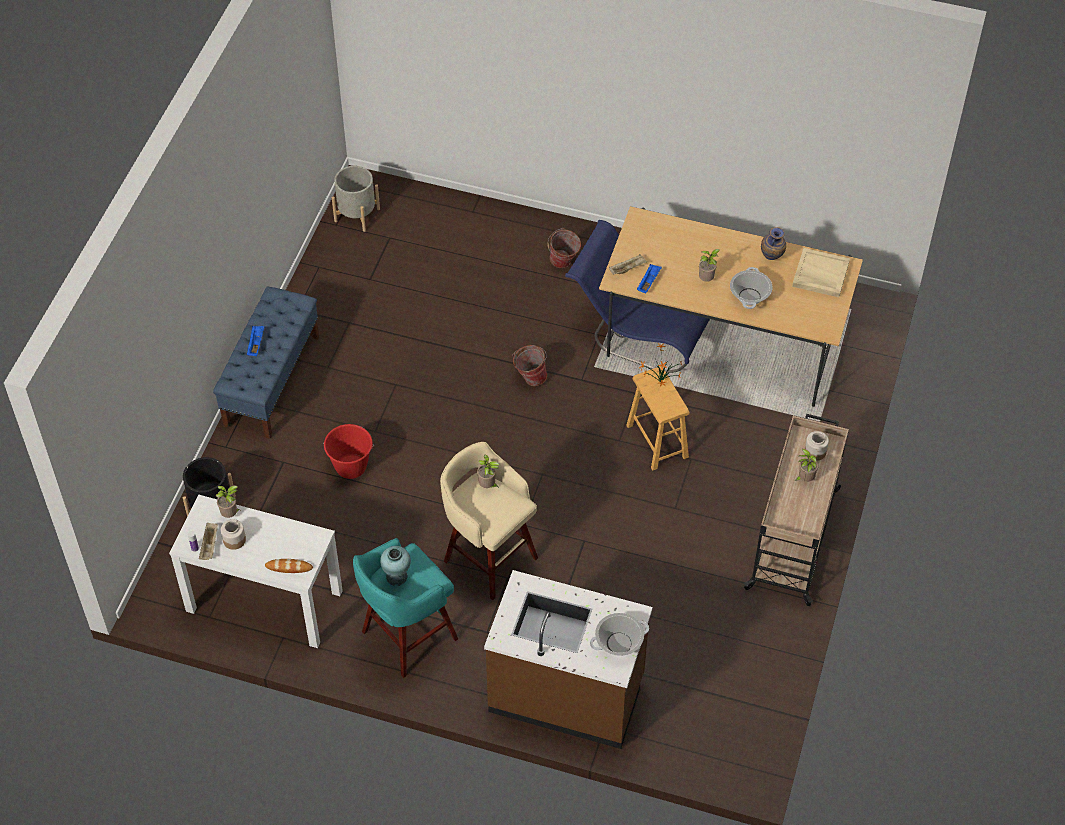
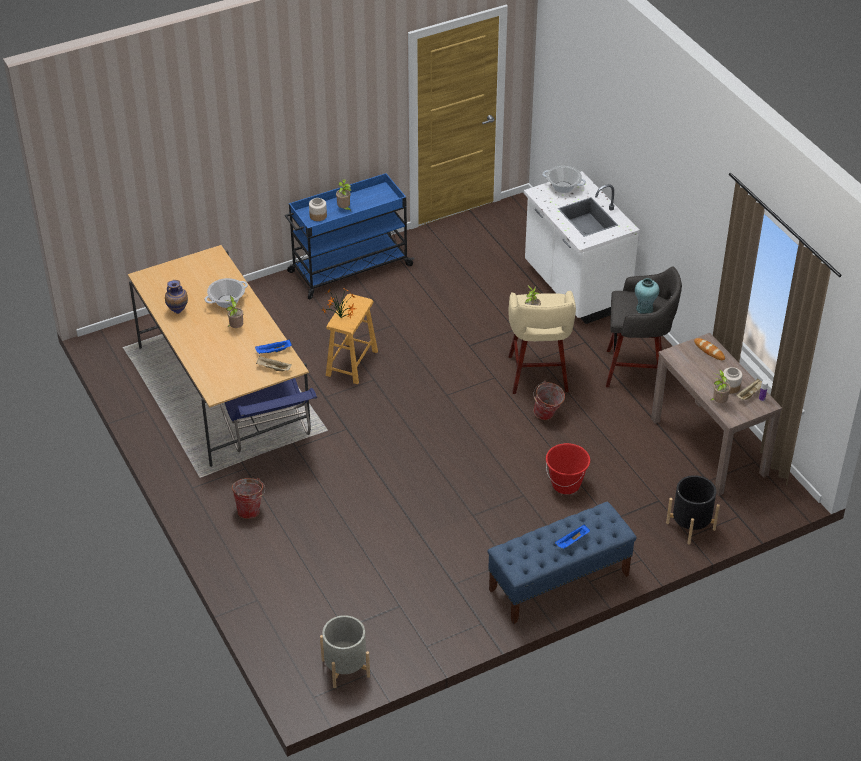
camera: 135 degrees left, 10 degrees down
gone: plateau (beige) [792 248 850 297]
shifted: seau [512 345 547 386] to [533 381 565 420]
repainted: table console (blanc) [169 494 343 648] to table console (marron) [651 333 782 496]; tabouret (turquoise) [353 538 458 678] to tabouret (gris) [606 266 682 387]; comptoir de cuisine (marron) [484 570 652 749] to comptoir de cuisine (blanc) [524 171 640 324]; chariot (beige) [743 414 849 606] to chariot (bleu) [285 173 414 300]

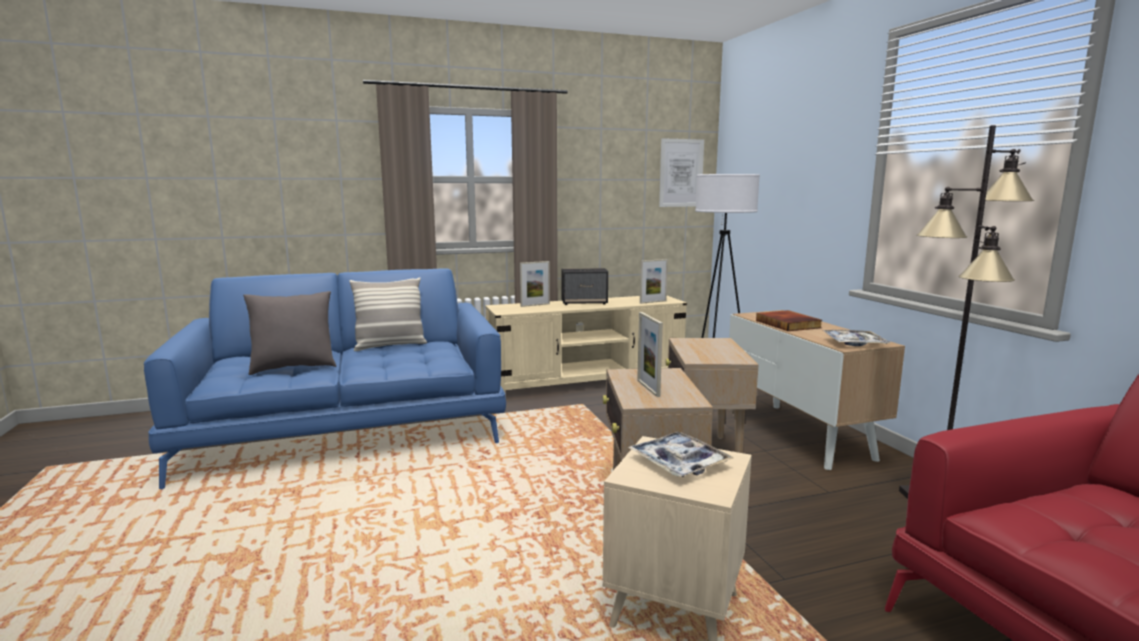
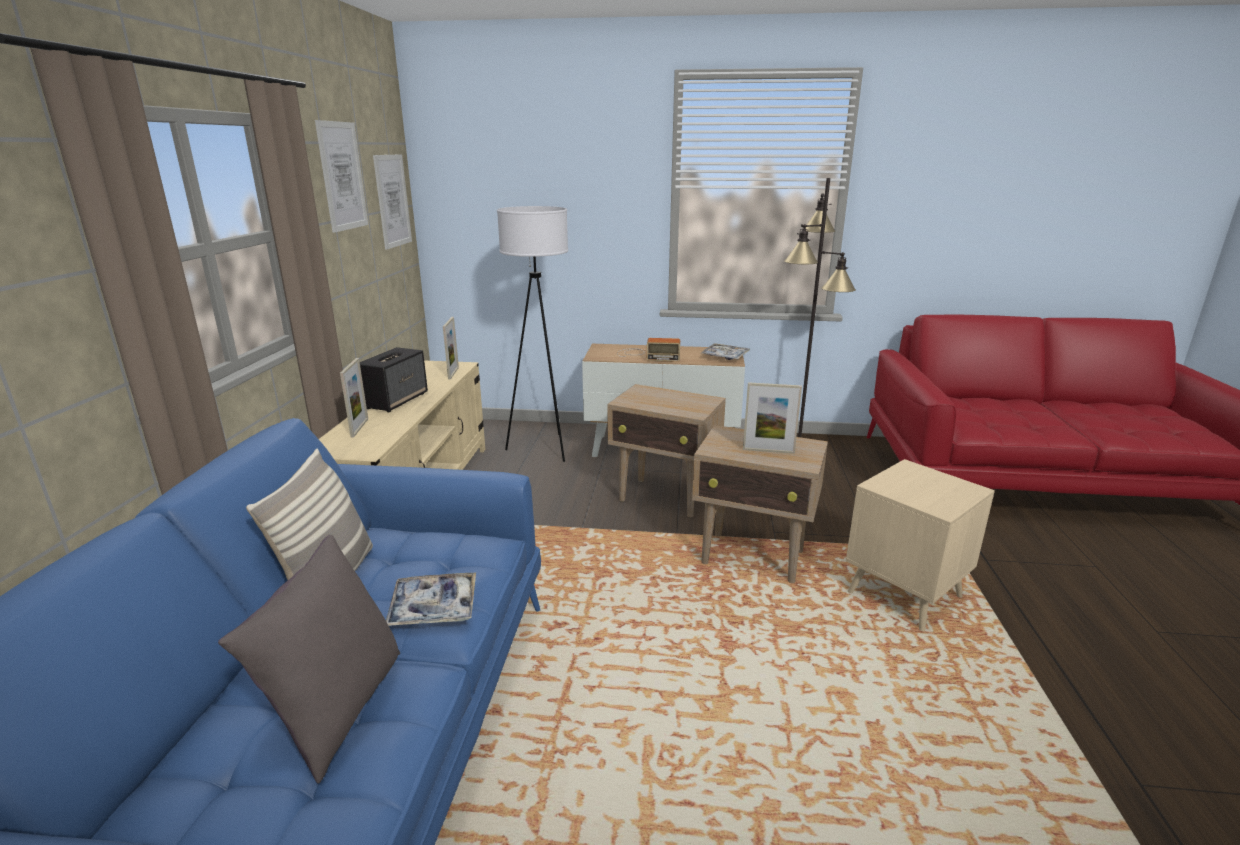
camera: 65 degrees left, 10 degrees up
new: tableau [315 120 368 233]
shifted: plateau [628 432 734 477] to [386 573 476 626]
swapped: livre [756 310 822 331] to radio [617 338 680 362]

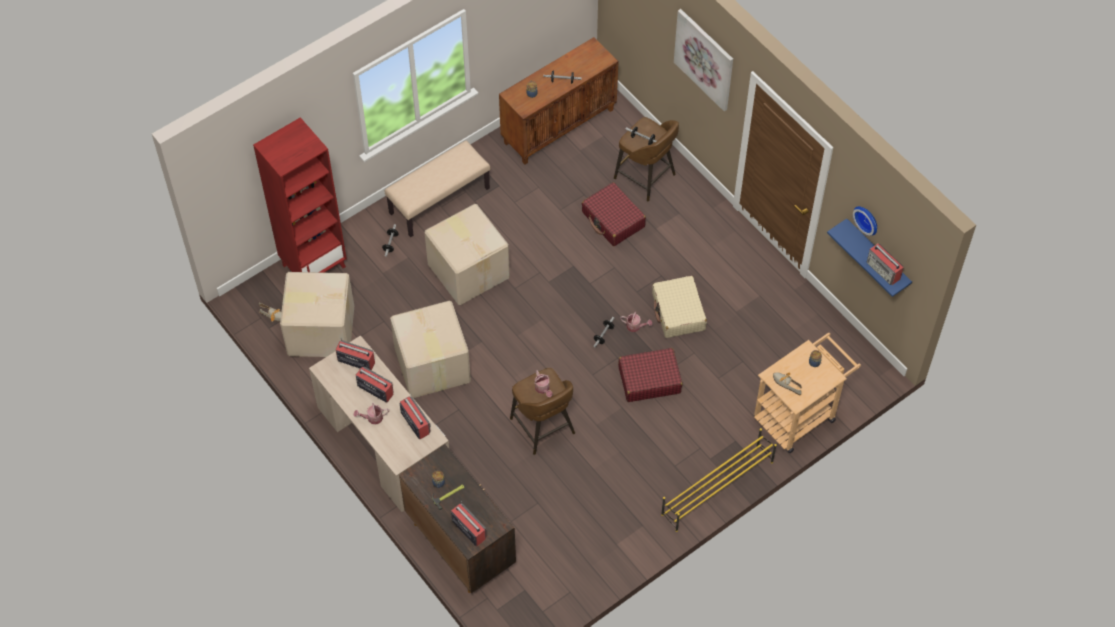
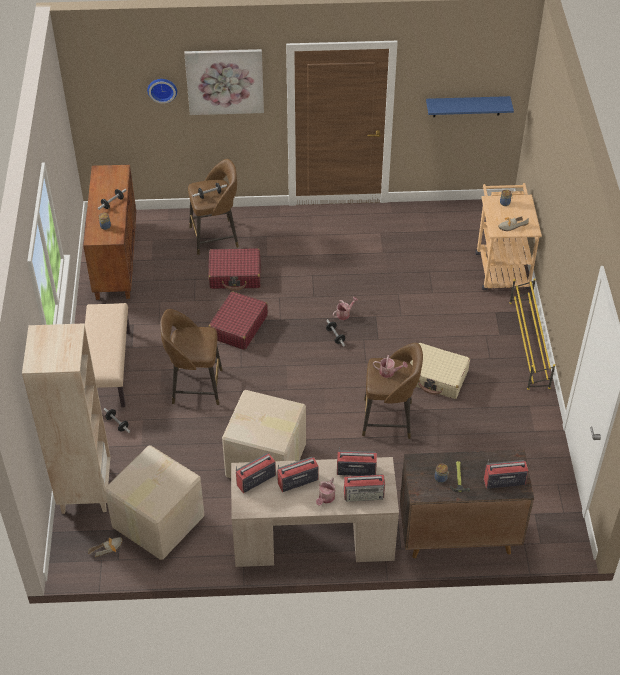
camera: 55 degrees left, 10 degrees down
shifted: valise (rouge) [618 348 682 402] to [208 291 268 350]; valise (beige) [652 276 707 338] to [410 343 470 399]; horloge murale [853 206 877 236] to [147 79 177 104]; radio [866 244 904 285] to [344 475 385 502]
swapped: carton [424 204 510 305] to tabouret (marron) [160 309 223 405]
repainted: bibliothèque (rouge) [253 117 347 273] to bibliothèque (beige) [22 324 110 514]

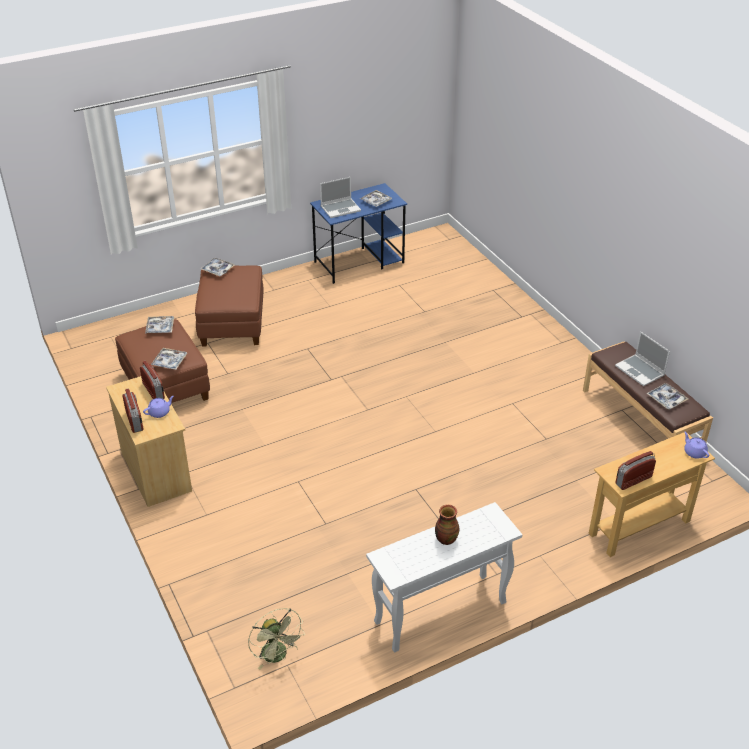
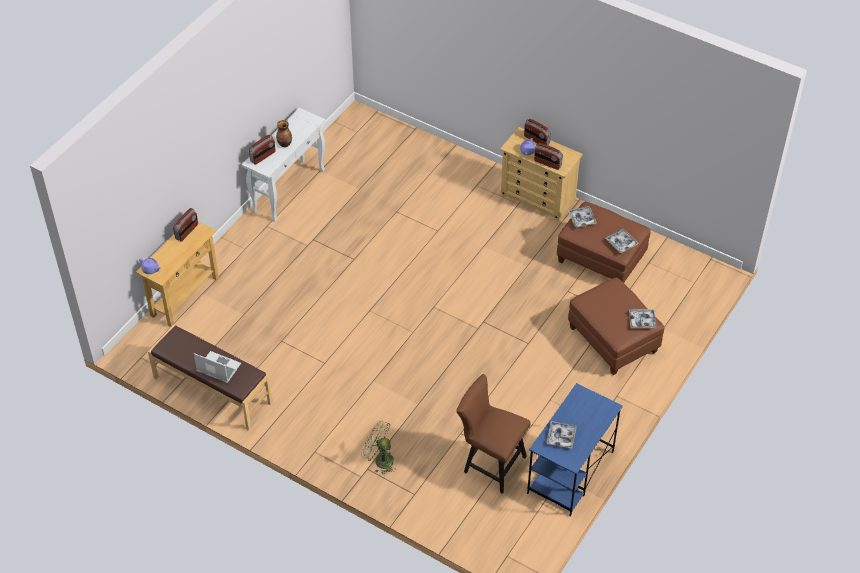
camera: 150 degrees right, 10 degrees up
gone: ordinateur portable [320 177 361 218]; plateau [646 383 688 410]
new: radio [249 135 276 165]; chaise (marron) [456 374 531 494]
shifted: ventilateur (vert) [248 608 305 670] to [361 421 396 475]

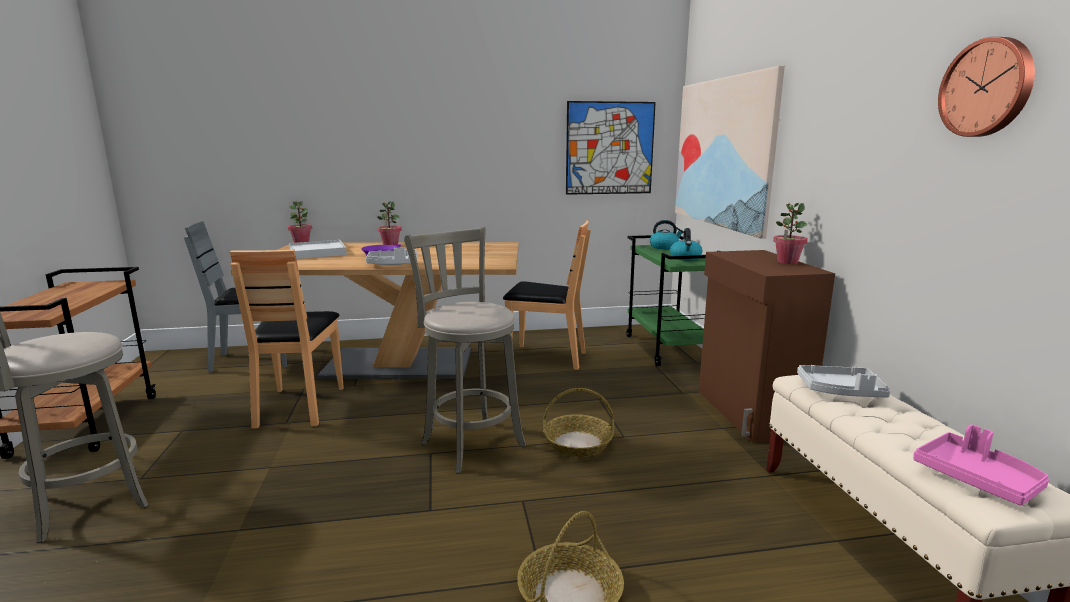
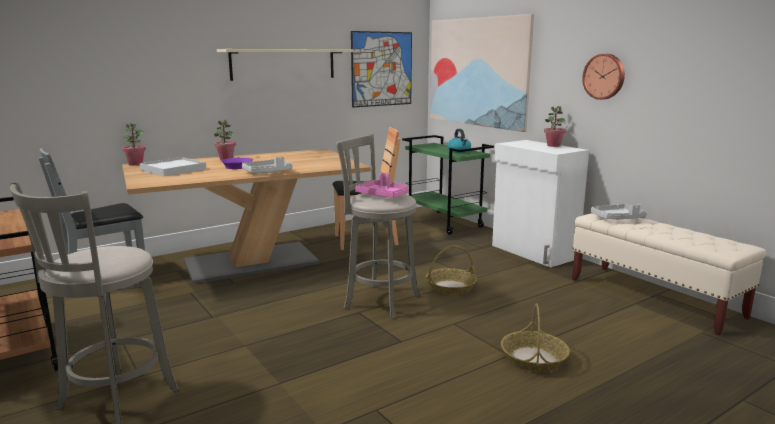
camera: 25 degrees left, 0 degrees up
gone: chaise (marron) [230 250 344 429]; bouilloire [650 220 684 249]
new: étagère (beige) [217 49 354 81]
shifted: plateau (rose) [913 425 1049 506] to [355 173 409 198]; horloge murale [938 37 1035 137] to [582 54 625 100]
repainted: meuble de rangement (marron) [699 250 835 442] to meuble de rangement (blanc) [492 140 589 268]

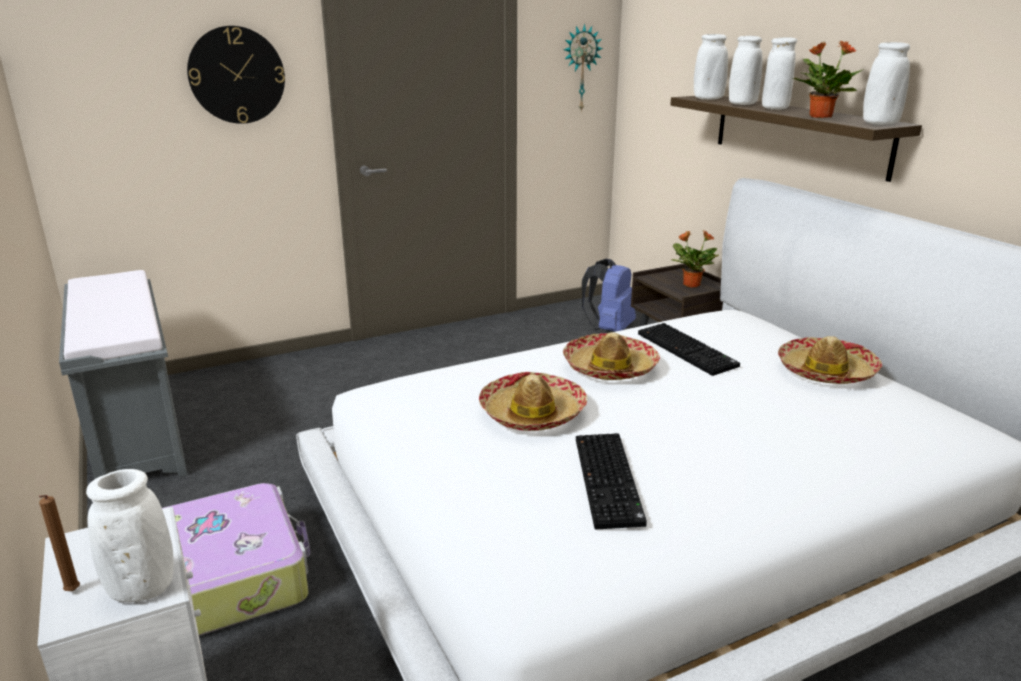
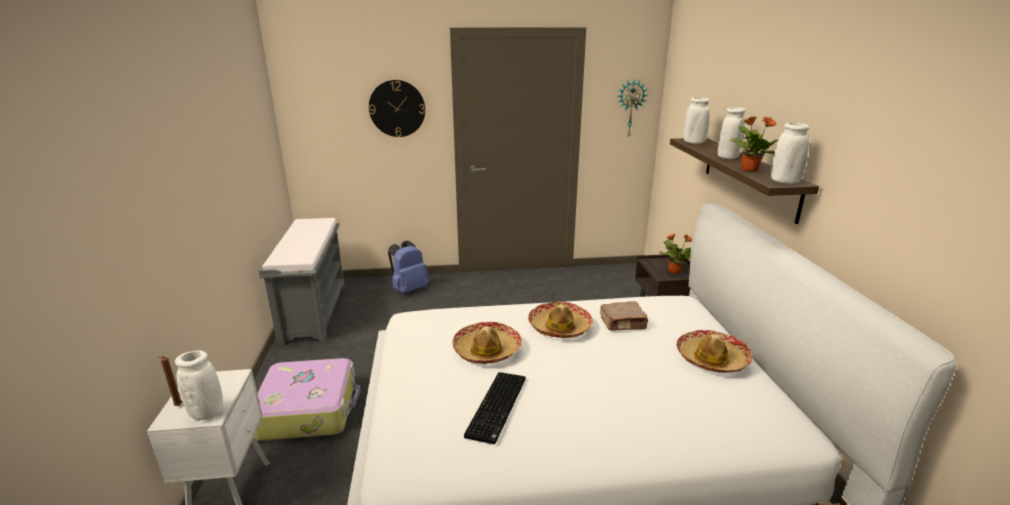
camera: 20 degrees right, 0 degrees up
gone: vase (blanc) [729 36 763 105]
shifted: sac à dos (bleu) [582 258 636 332] to [388 241 429 293]
swapped: clavier [638 323 740 376] to livre (marron) [600 301 649 330]

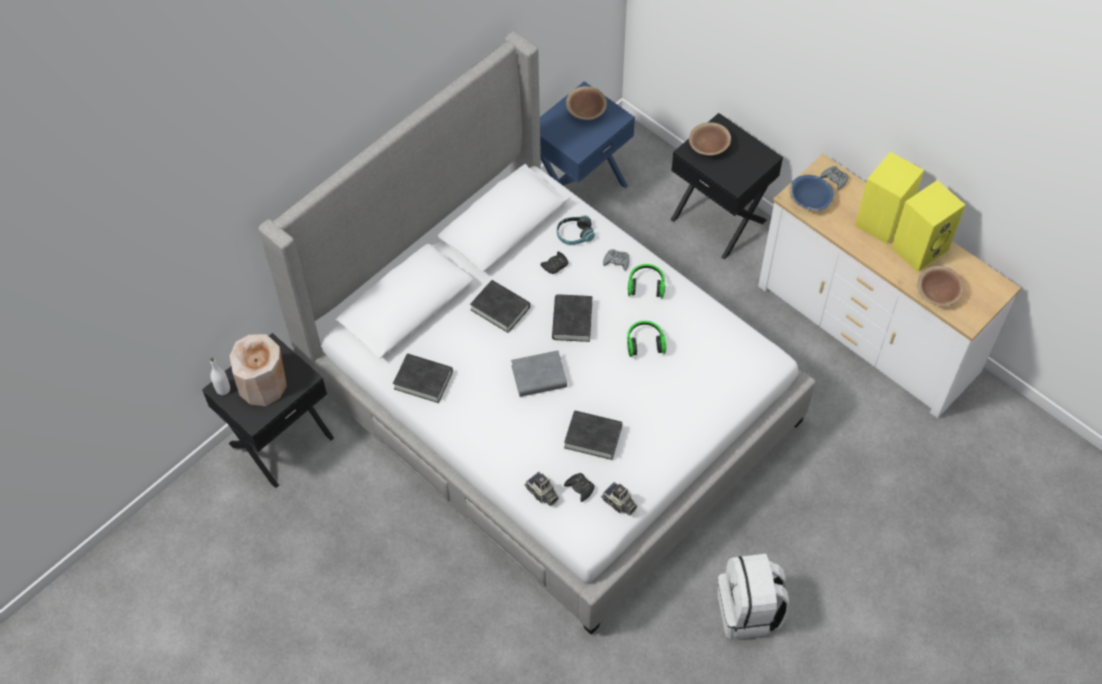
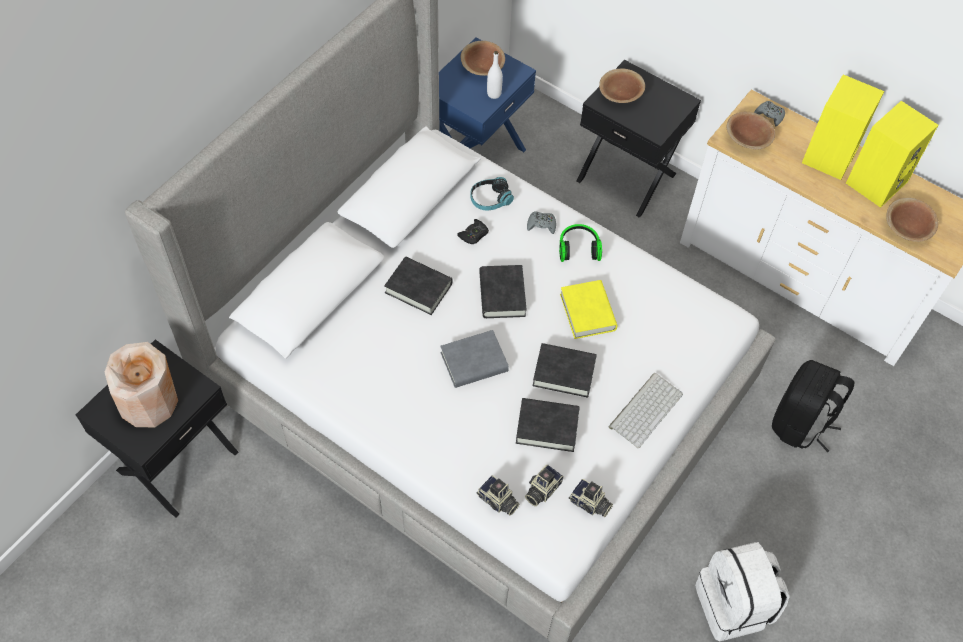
camera: 10 degrees left, 0 degrees up
new: clavier [609 373 683 448]; sac à dos (noir) [772 360 854 452]
shifted: bouteille (blanc) [210 358 230 395] to [487 51 503 99]; livre (noir) [393 354 453 403] to [533 343 597 398]
swapped: manette (noir) [564 473 594 502] to appareil photo [525 465 563 506]; casque audio [627 321 666 357] to livre (jaune) [560 280 618 339]
repainted: bol (bleu) [789 175 834 211] to bol (marron) [727 112 775 150]

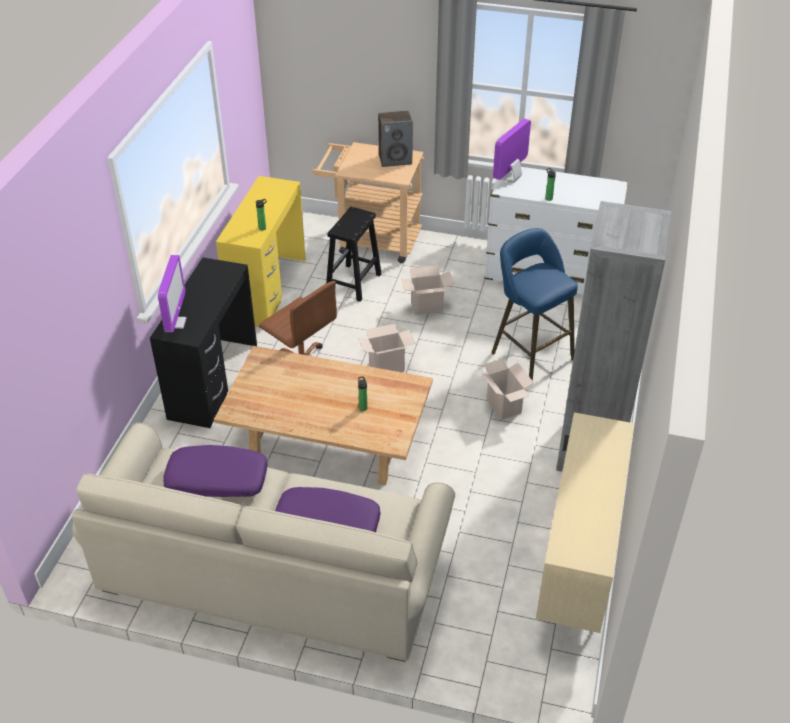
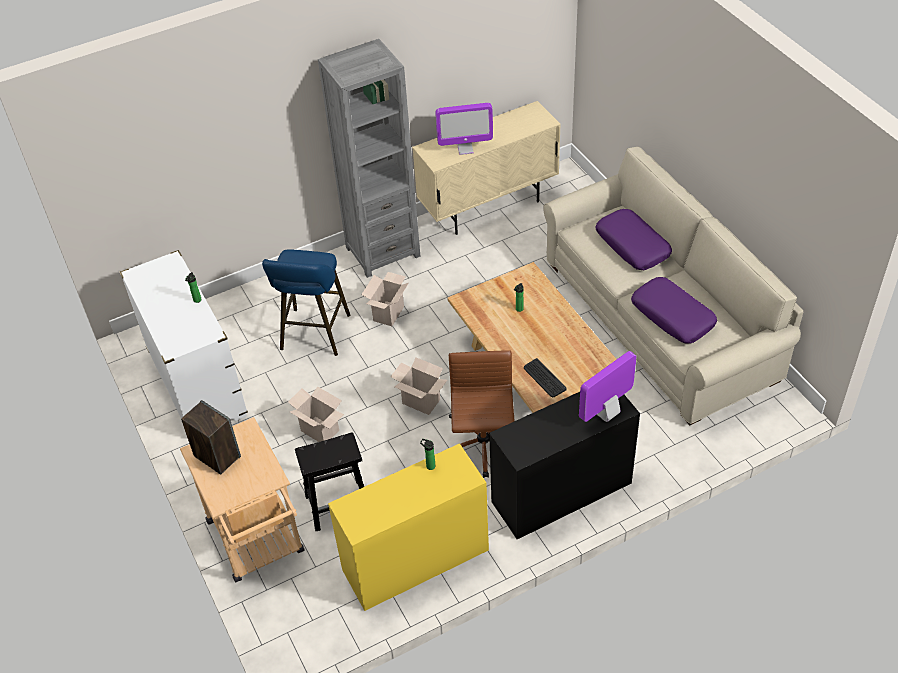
camera: 130 degrees left, 5 degrees up
new: clavier [524 358 566 397]
shifted: écran d'ordinateur [493 118 531 183] to [435 103 493 155]

